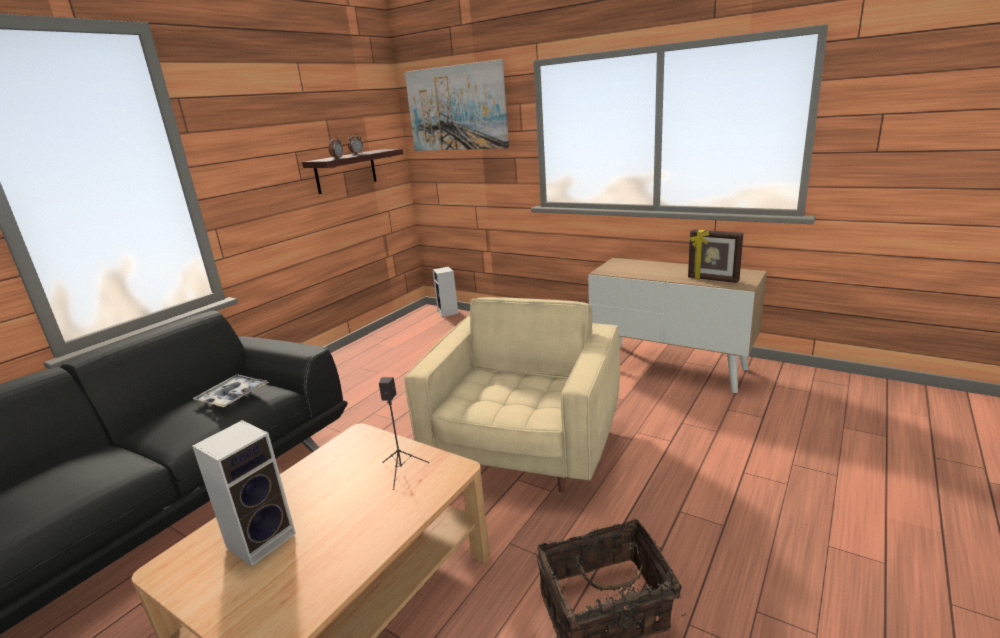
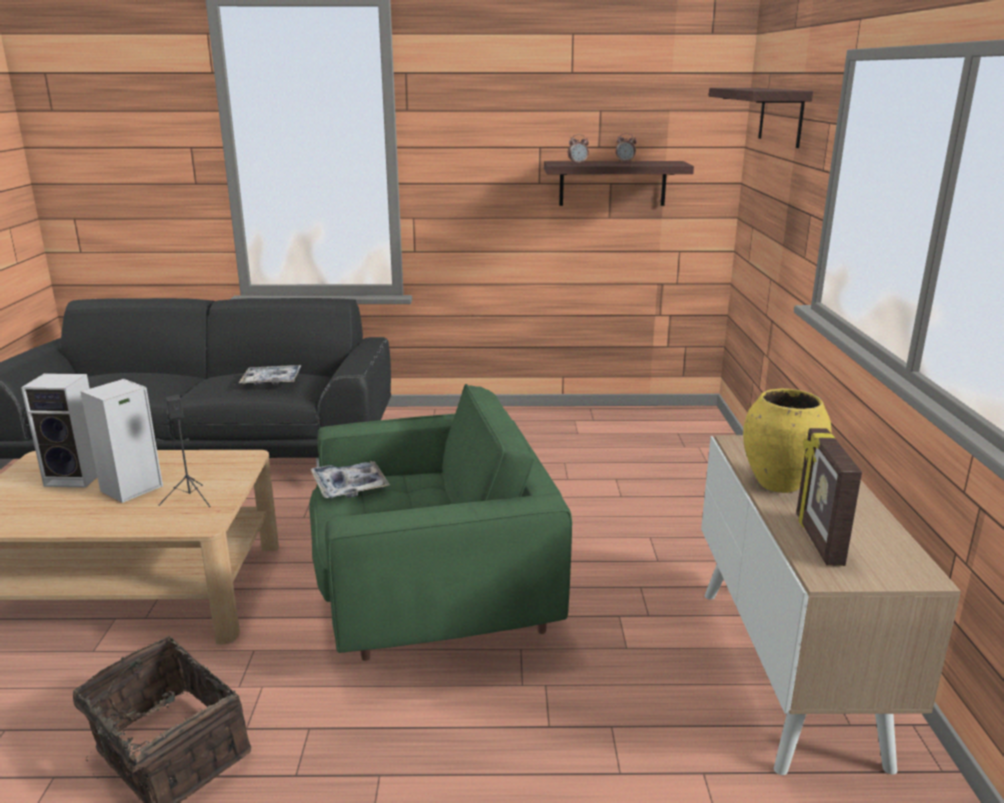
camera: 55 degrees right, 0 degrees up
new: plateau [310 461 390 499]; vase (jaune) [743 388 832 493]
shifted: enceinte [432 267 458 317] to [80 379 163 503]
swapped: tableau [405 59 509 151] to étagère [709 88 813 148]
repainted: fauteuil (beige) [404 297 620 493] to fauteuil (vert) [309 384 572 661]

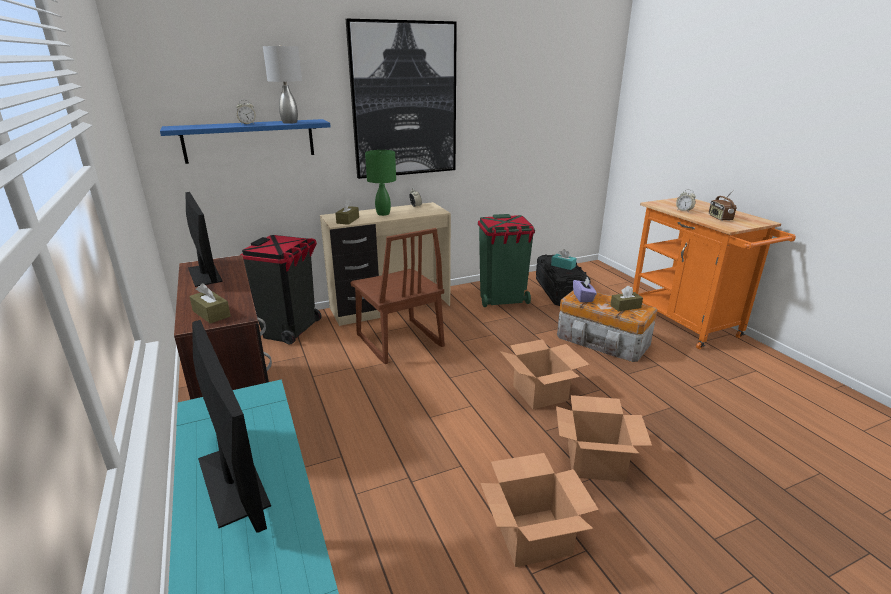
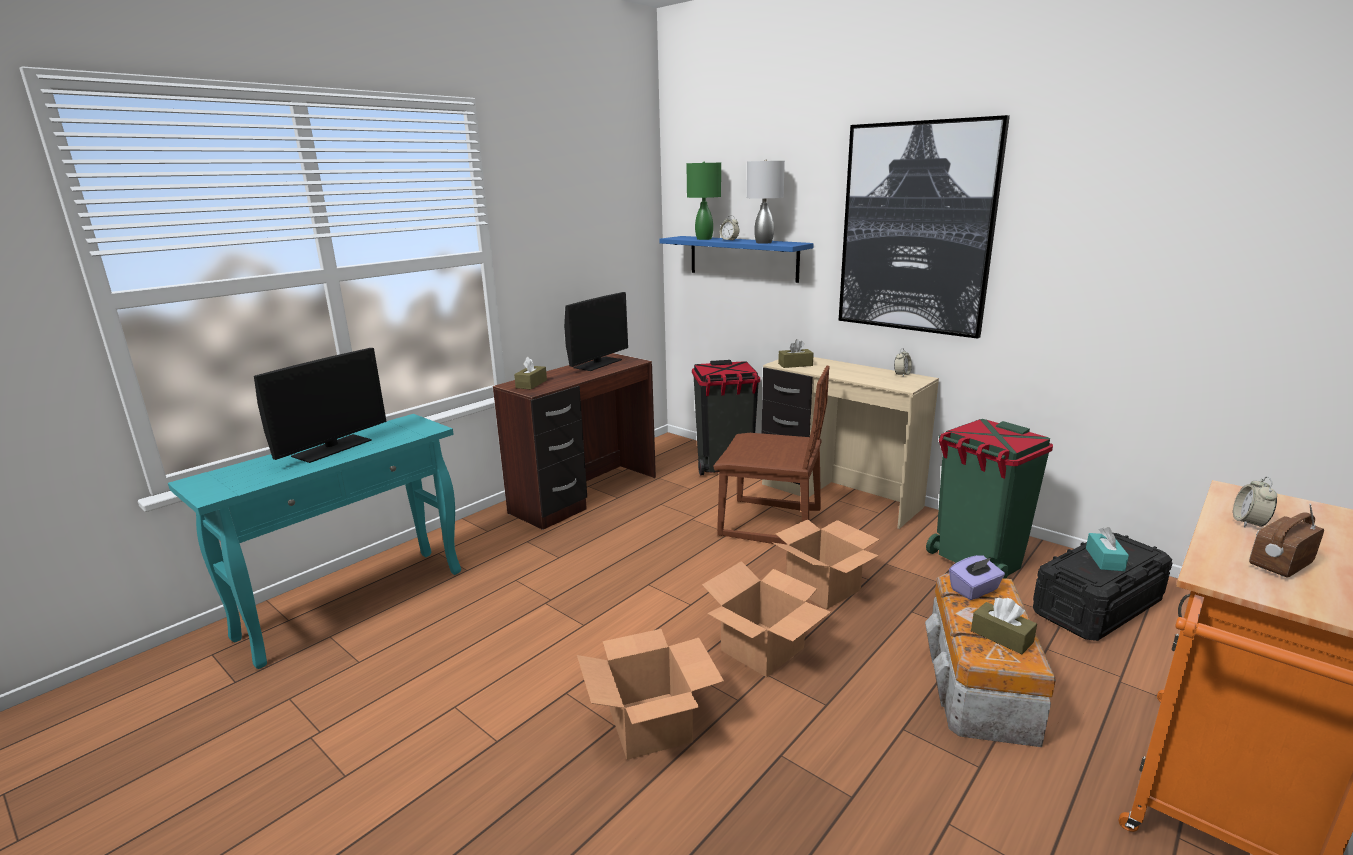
camera: 65 degrees right, 5 degrees down
shifted: lampe de table (vert) [365 150 396 216] to [686 162 721 240]; carton [480 453 599 567] to [772 520 880 609]
rotated: chaise (marron) [350 228 445 364] = [713 366 830 545] 105 degrees counterclockwise

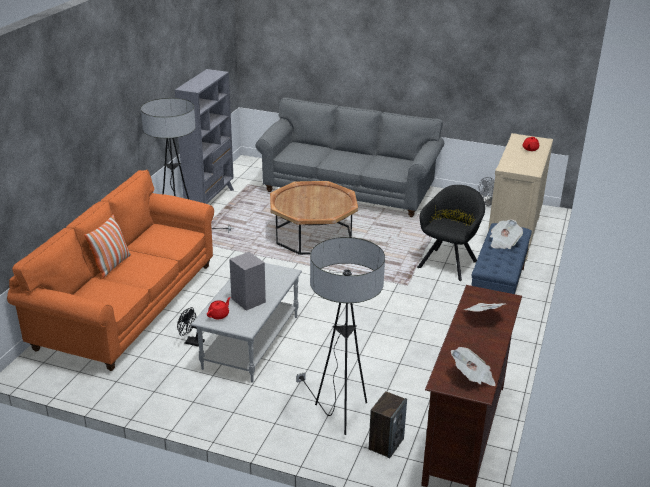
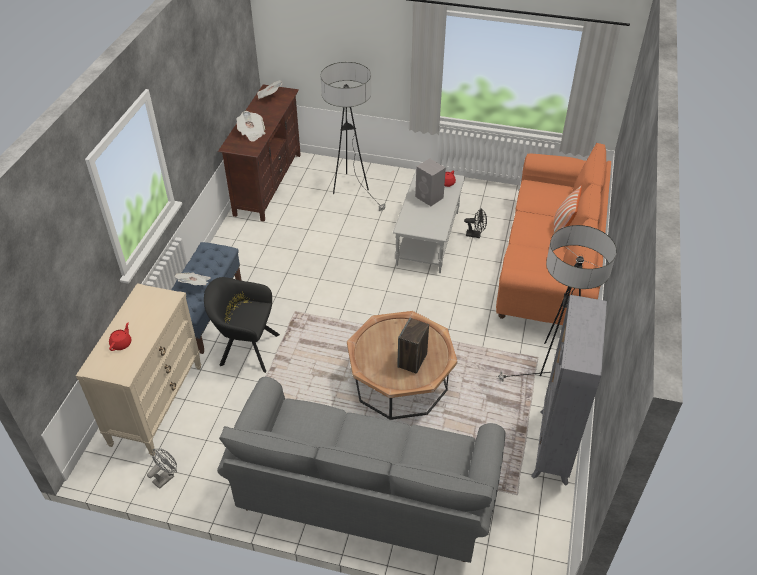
camera: 175 degrees right, 15 degrees up
shifted: enceinte [369 391 407 459] to [397 318 429 374]
rotated: fauteuil (noir) [417 185 485 281] = [204 277 280 373] 75 degrees clockwise

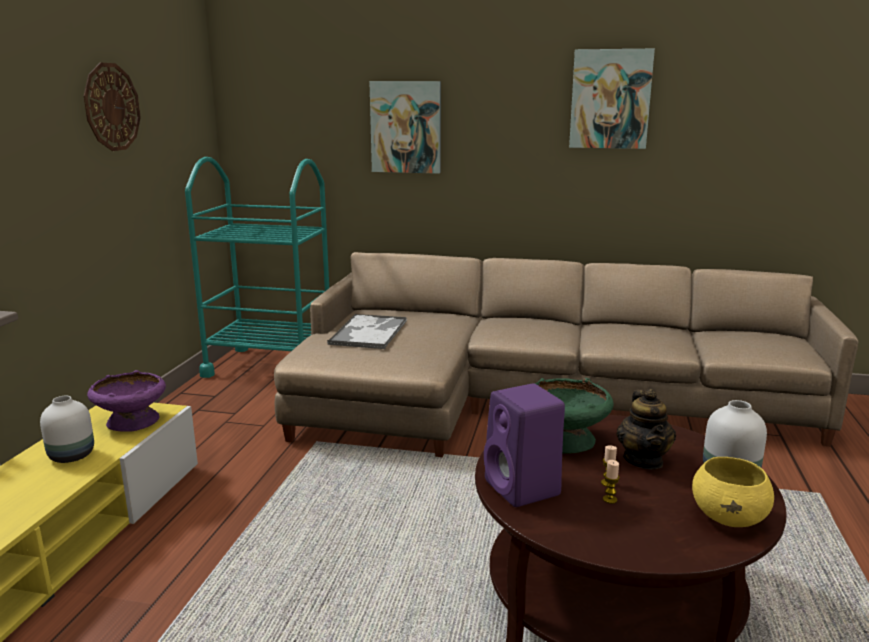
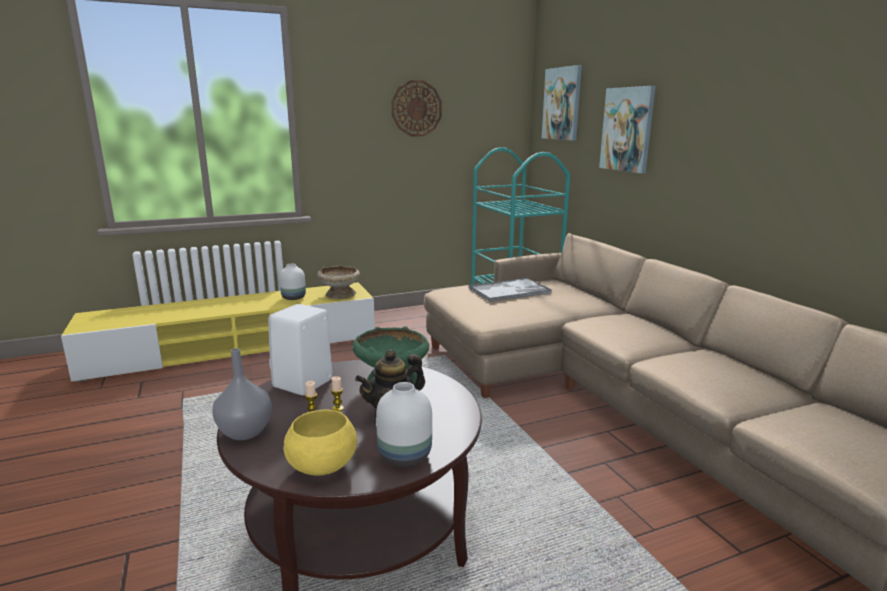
camera: 55 degrees right, 0 degrees up
new: vase (gris) [212 348 272 440]
shifted: tableau [569 49 655 149] to [542 65 582 140]
repainted: bol (violet) [87 370 166 432] to bol (beige) [317 265 360 299]; enceinte (violet) [484 383 565 507] to enceinte (blanc) [268 304 333 396]

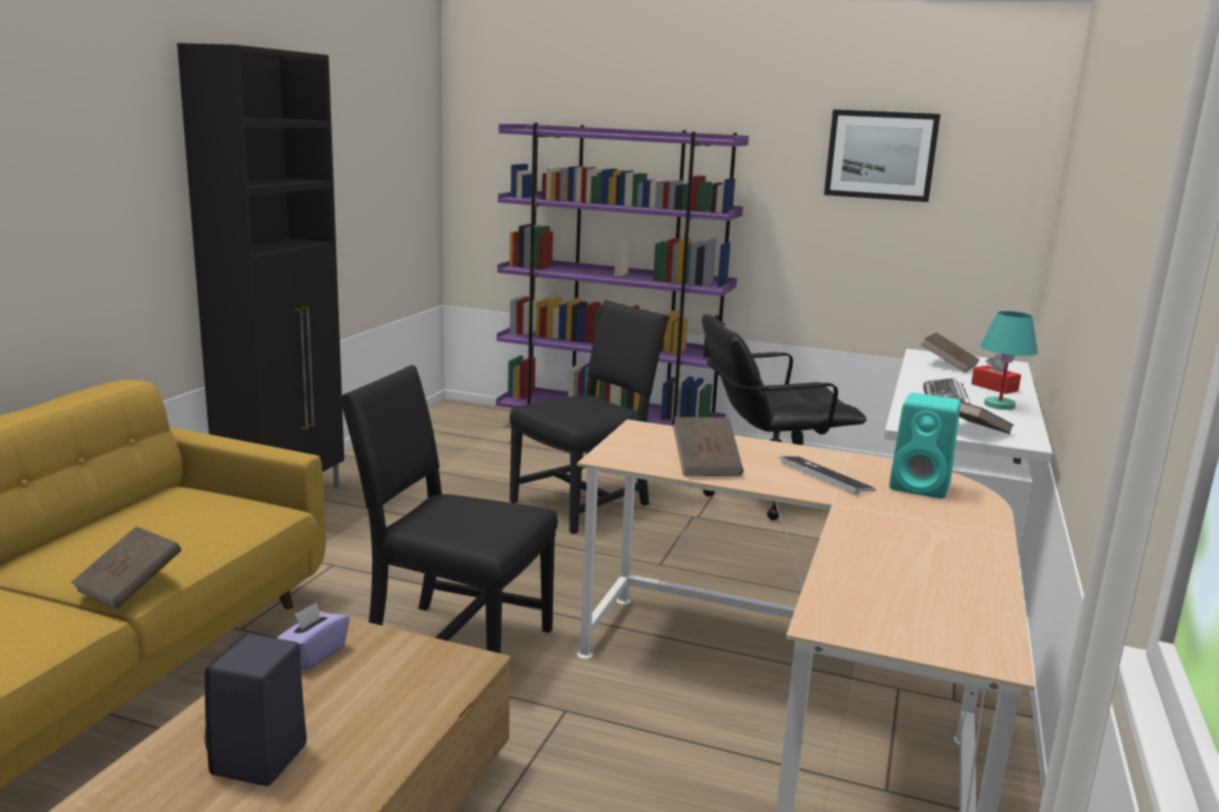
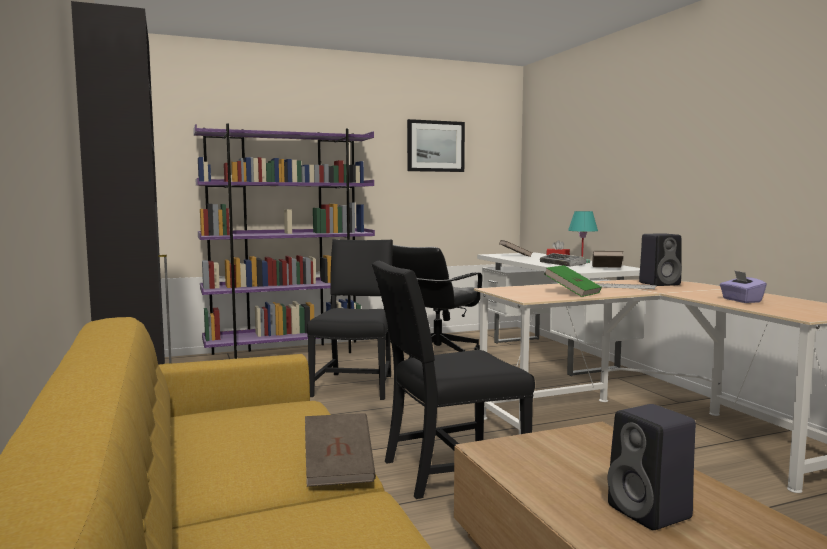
camera: 40 degrees left, 10 degrees down
shifted: boîte à mouchoirs (violet) [277 602 349 671] to [720 270 767 303]
repainted: livre (marron) [673 417 743 476] to livre (vert) [544 265 602 297]; enceinte (turquoise) [889 393 960 499] to enceinte (noir) [639 233 682 286]

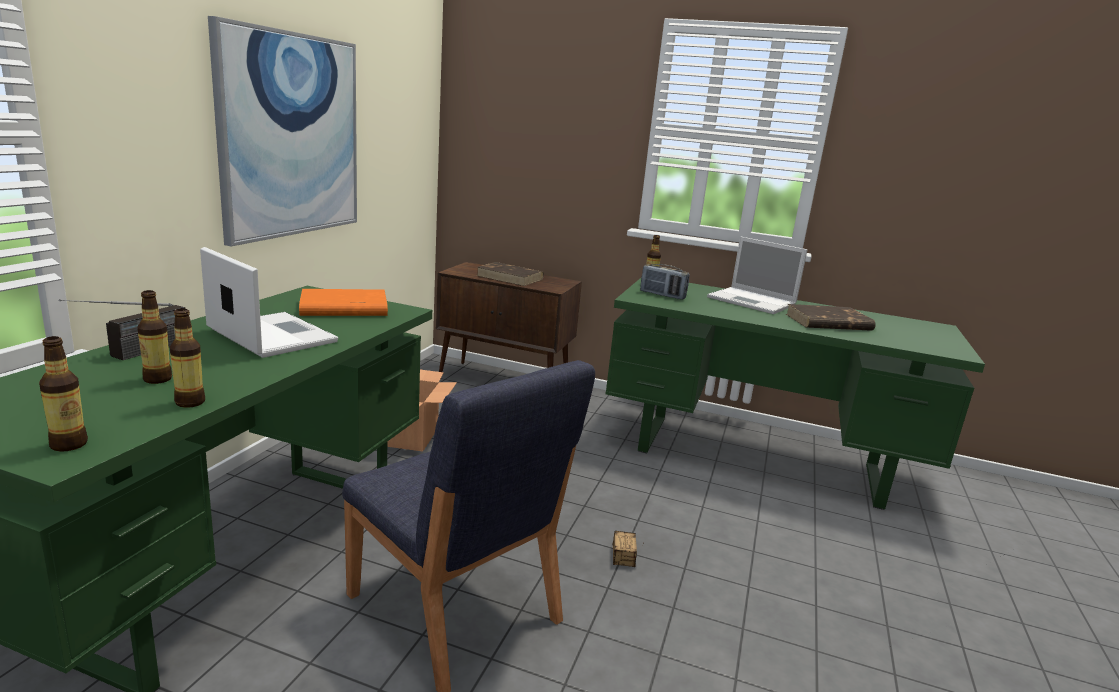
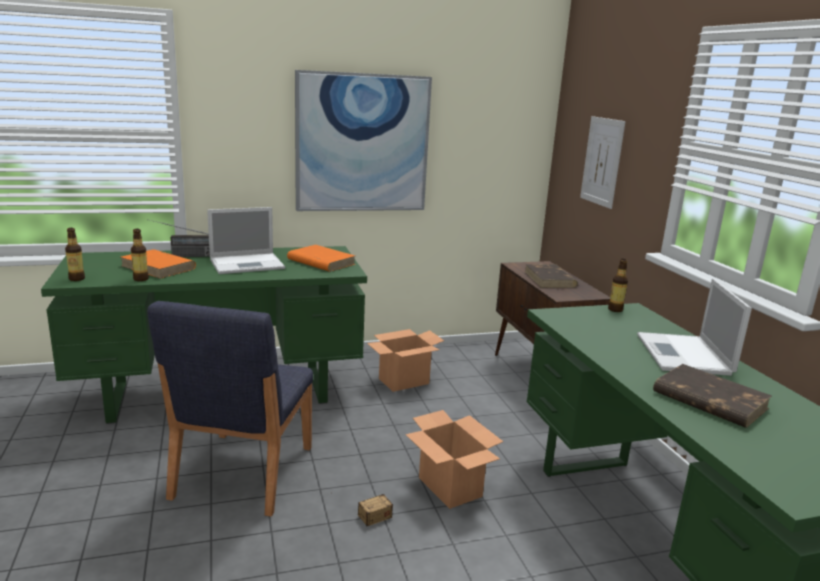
camera: 55 degrees right, 0 degrees up
gone: radio [640 264 690 299]
new: carton [405 410 503 509]; tableau [580 116 626 209]
swapped: bouteille [137 290 172 384] to livre (orange) [121 249 196 279]
rotated: ordinateur portable [200 247 338 358] = [207 207 285 274] 60 degrees clockwise

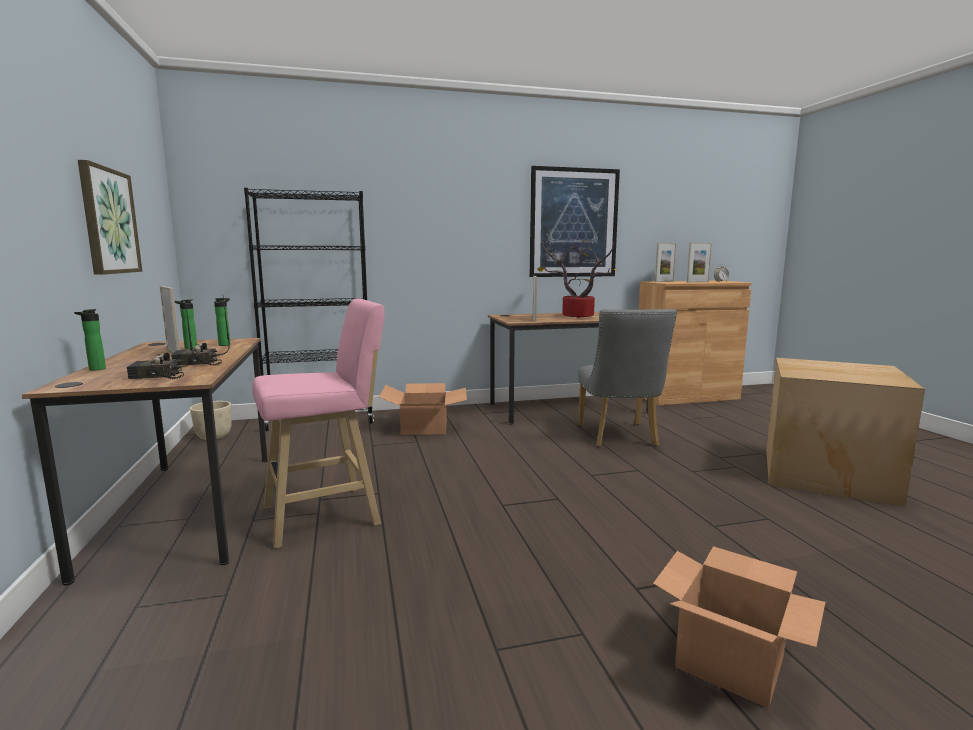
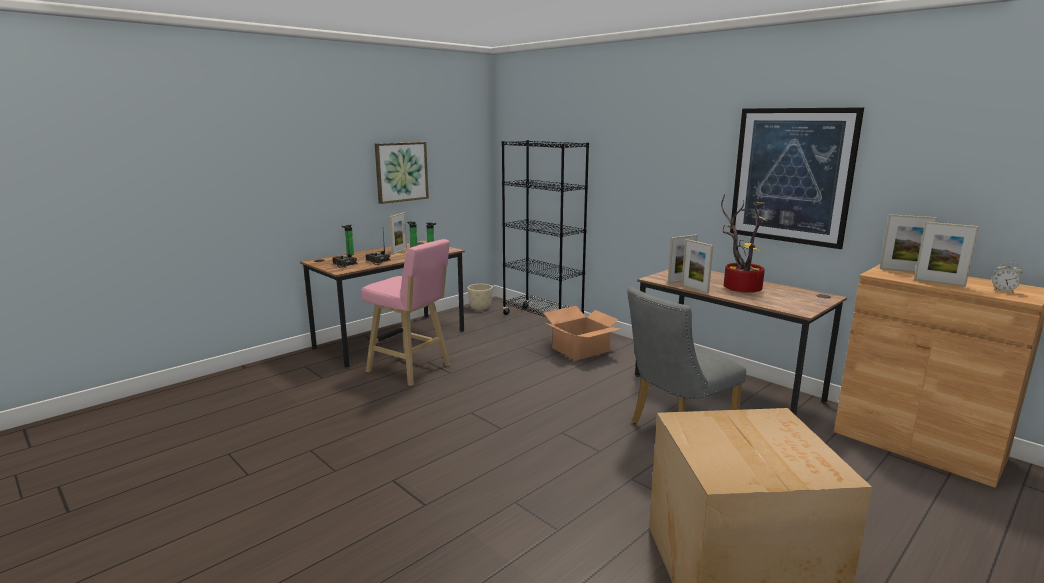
camera: 60 degrees right, 5 degrees up
gone: carton [653 546 825 708]
new: cadre photo [681 239 713 294]

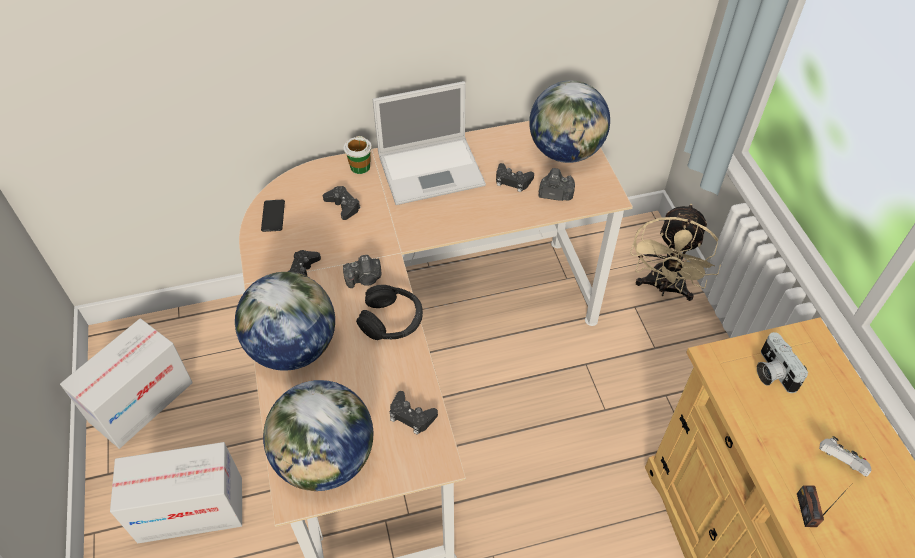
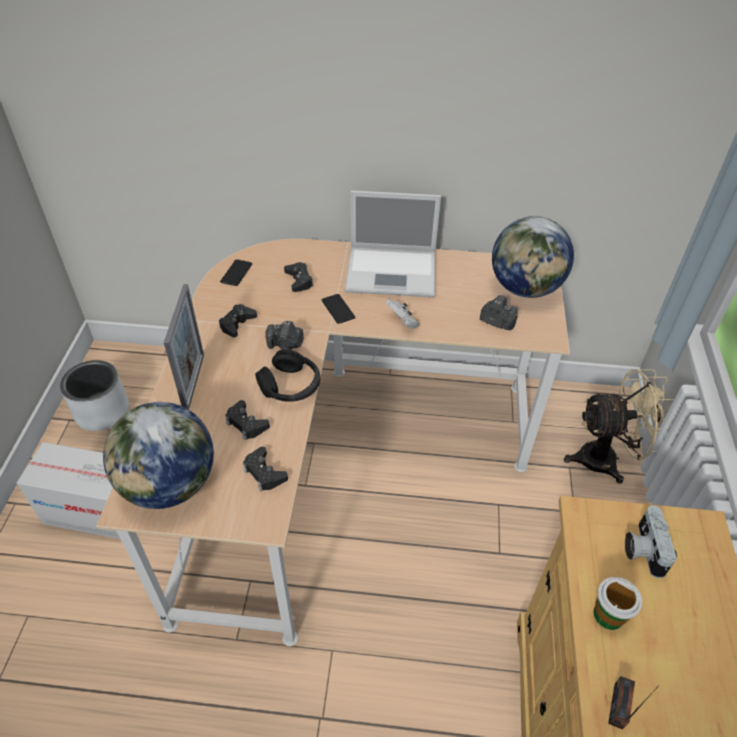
camera: 20 degrees right, 5 degrees down
new: téléphone [322 294 355 324]
shifted: tasse [344 136 372 174] to [594 577 642 630]; manette (noir) [496 163 534 192] to [225 400 270 440]; manette (blanc) [819 436 871 477] to [386 299 419 329]
swapped: carton [60 318 193 449] to cache-pot (gris) [60 360 129 431]; globe [235 272 335 371] to cadre photo [164 284 204 410]
rotated: ventilateur (beige) [630 204 721 301] = [564 369 674 484] 135 degrees counterclockwise

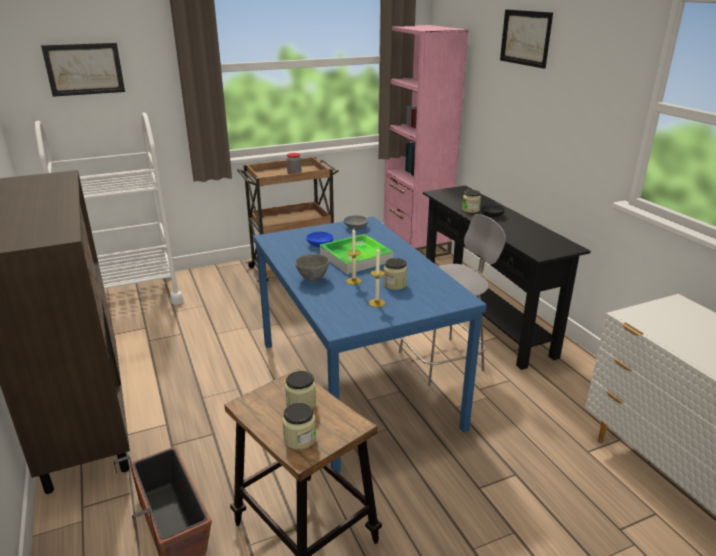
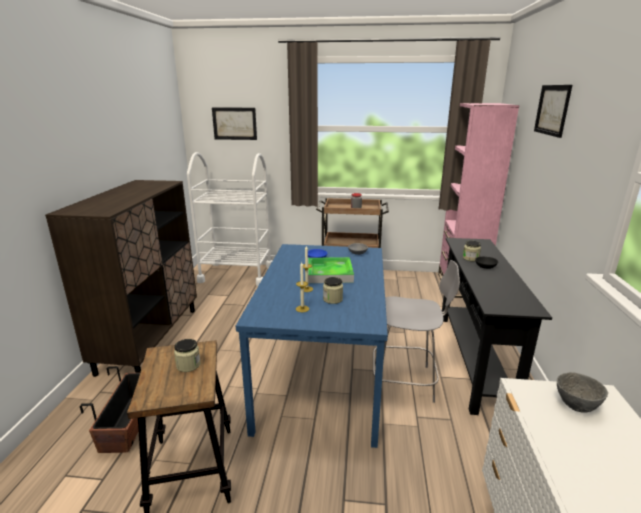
camera: 30 degrees right, 5 degrees down
gone: bocal [282 403 316 450]
shifted: bol (gris) [295 254 330 281] to [557 372 608 413]

